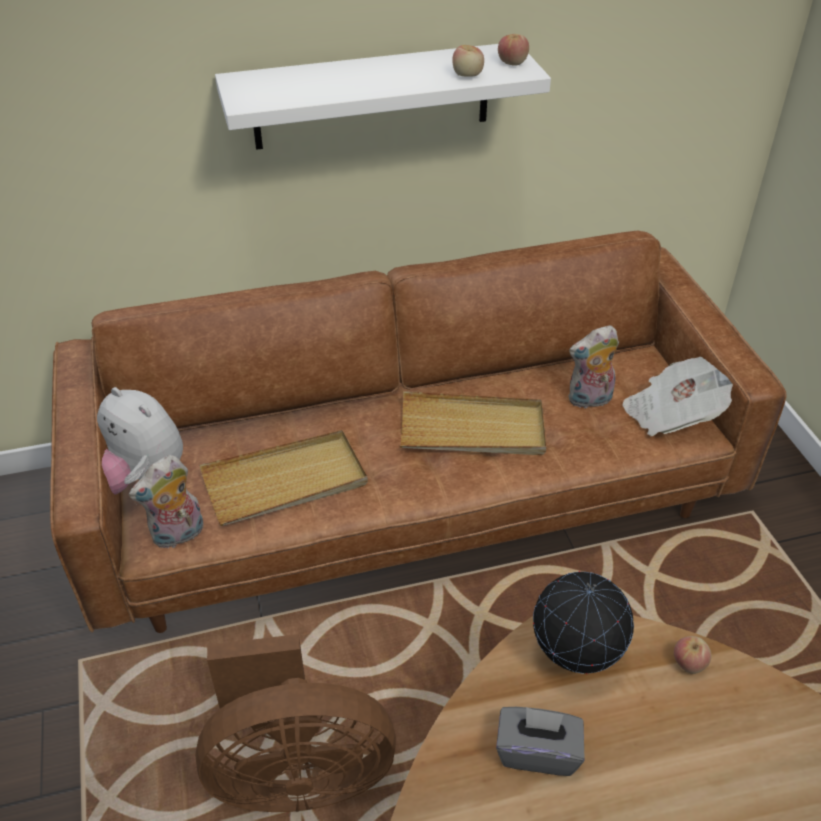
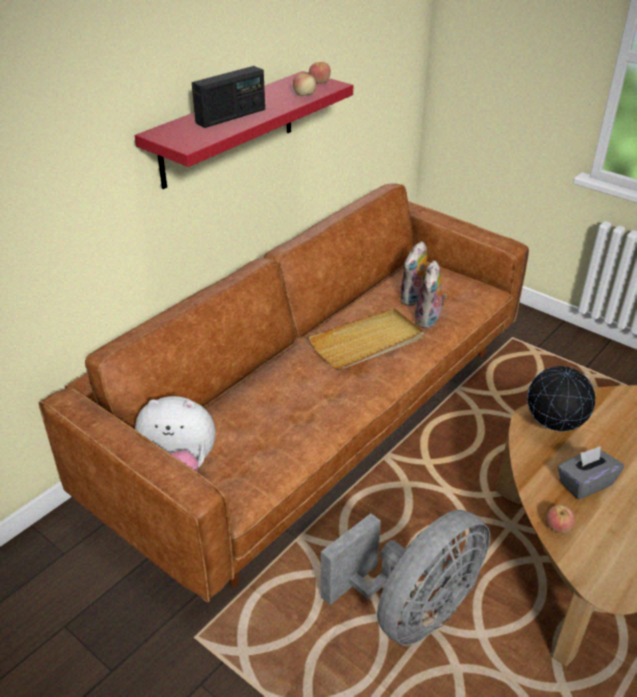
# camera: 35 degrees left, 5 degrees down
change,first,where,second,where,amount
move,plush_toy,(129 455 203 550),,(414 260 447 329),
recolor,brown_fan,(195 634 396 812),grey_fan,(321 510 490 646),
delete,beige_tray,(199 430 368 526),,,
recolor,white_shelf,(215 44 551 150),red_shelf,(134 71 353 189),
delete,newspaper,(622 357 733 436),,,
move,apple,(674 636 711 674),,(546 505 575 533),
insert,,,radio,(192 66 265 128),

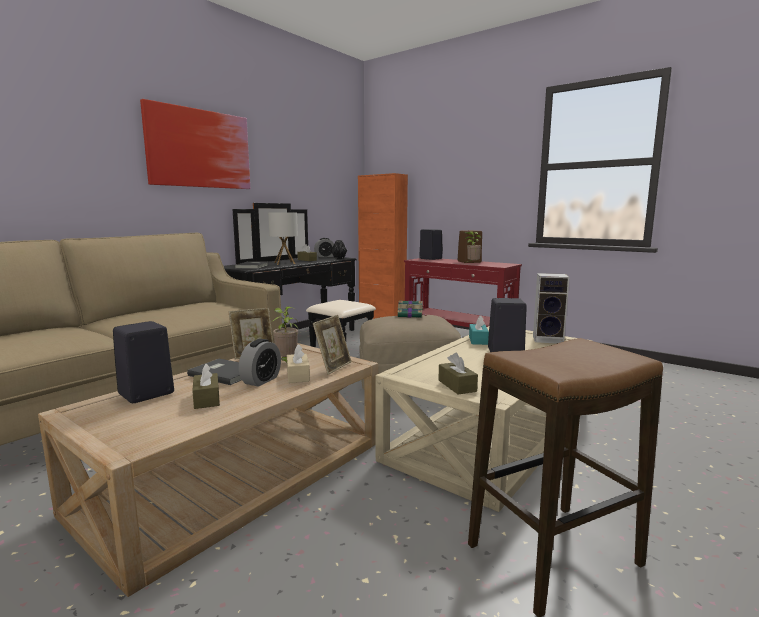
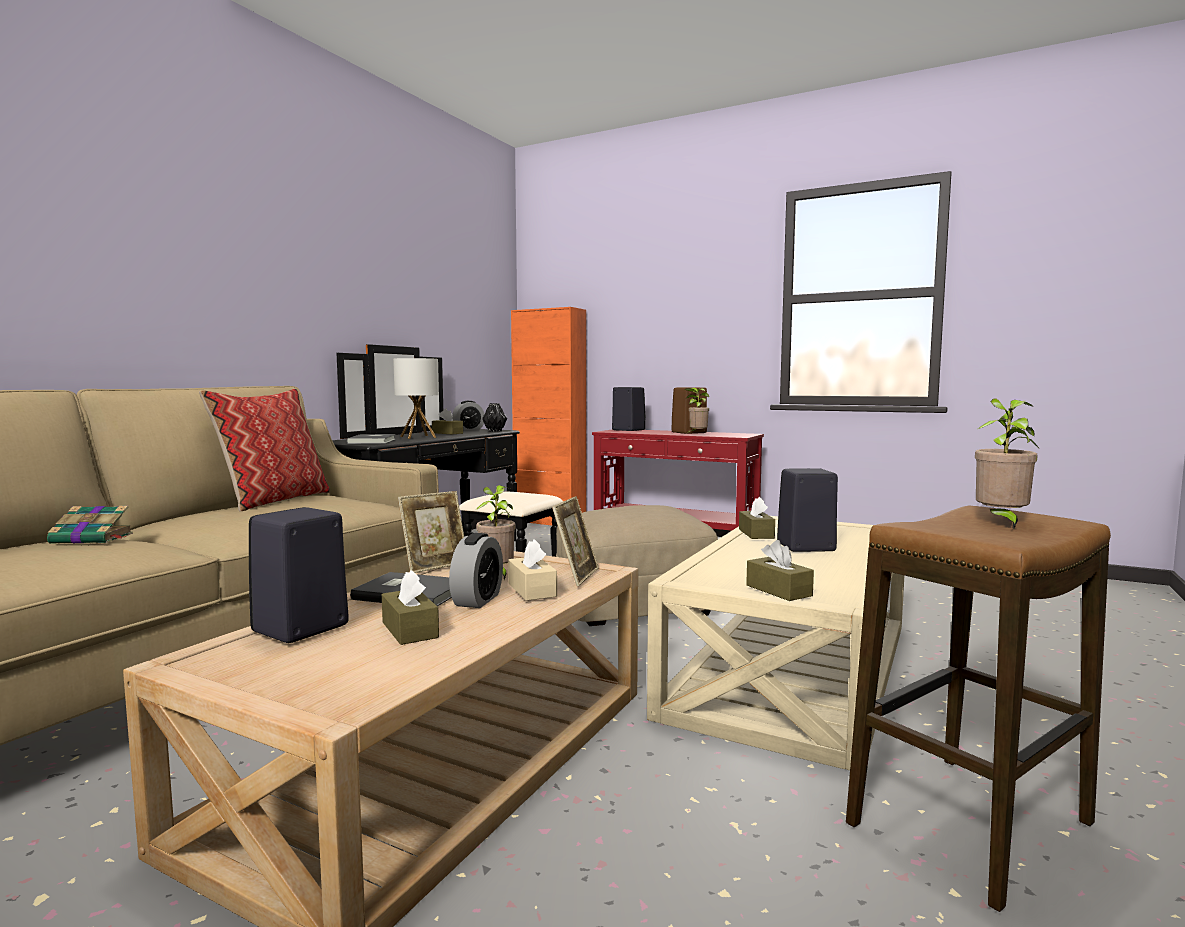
# camera: 10 degrees left, 5 degrees down
change,first,where,second,where,amount
delete,picture,(140 99 250 189),,,
move,book,(397 301 426 318),,(47 506 133 544),
recolor,turquoise_tissue_box,(469 315 489 345),brown_tissue_box,(739 497 775 539),
delete,speaker,(533 273 569 344),,,
insert,,,pillow,(199 388 330 512),
insert,,,potted_plant,(975 398 1041 529),

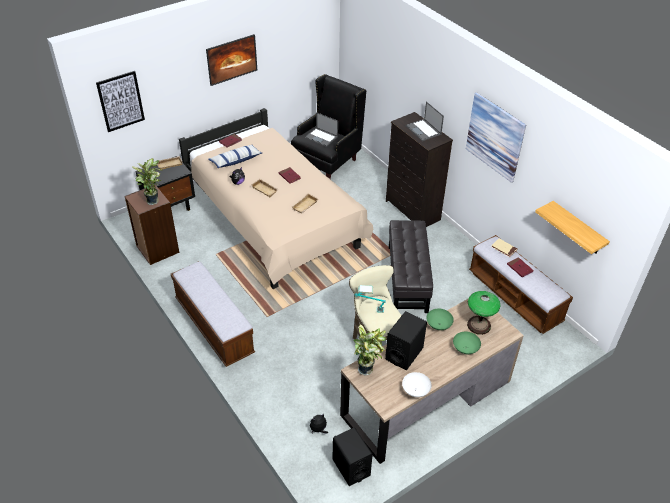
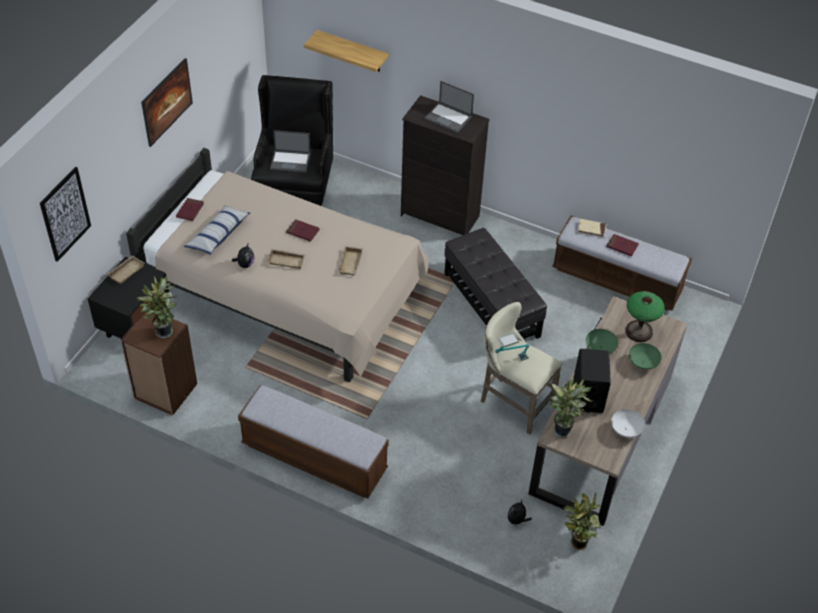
# camera: 30 degrees left, 5 degrees up
change,first,where,second,where,amount
replace,black_speaker,(332 427 373 486),potted_plant,(563 492 602 550),
delete,picture,(466 92 526 183),,,
move,shelf,(535 201 610 254),,(304 30 389 72),

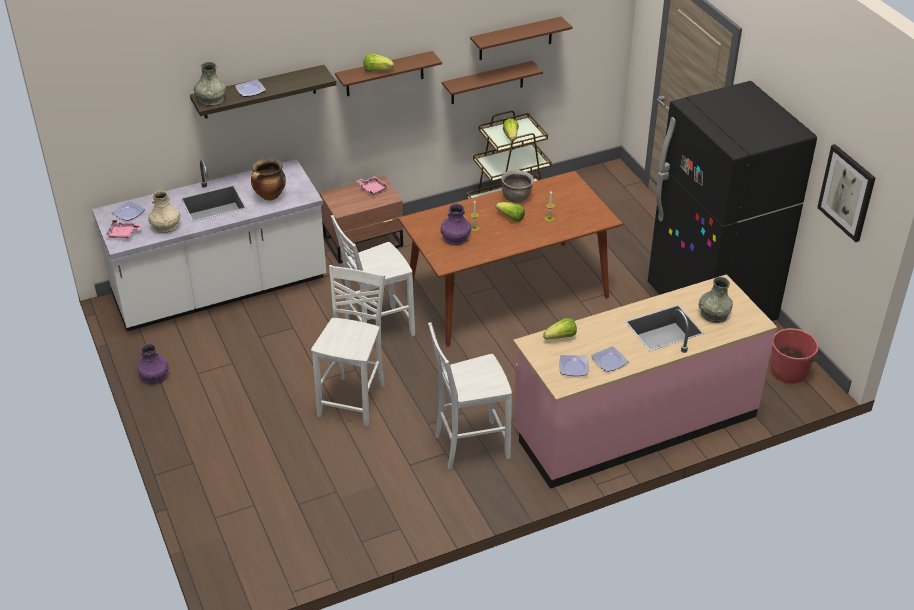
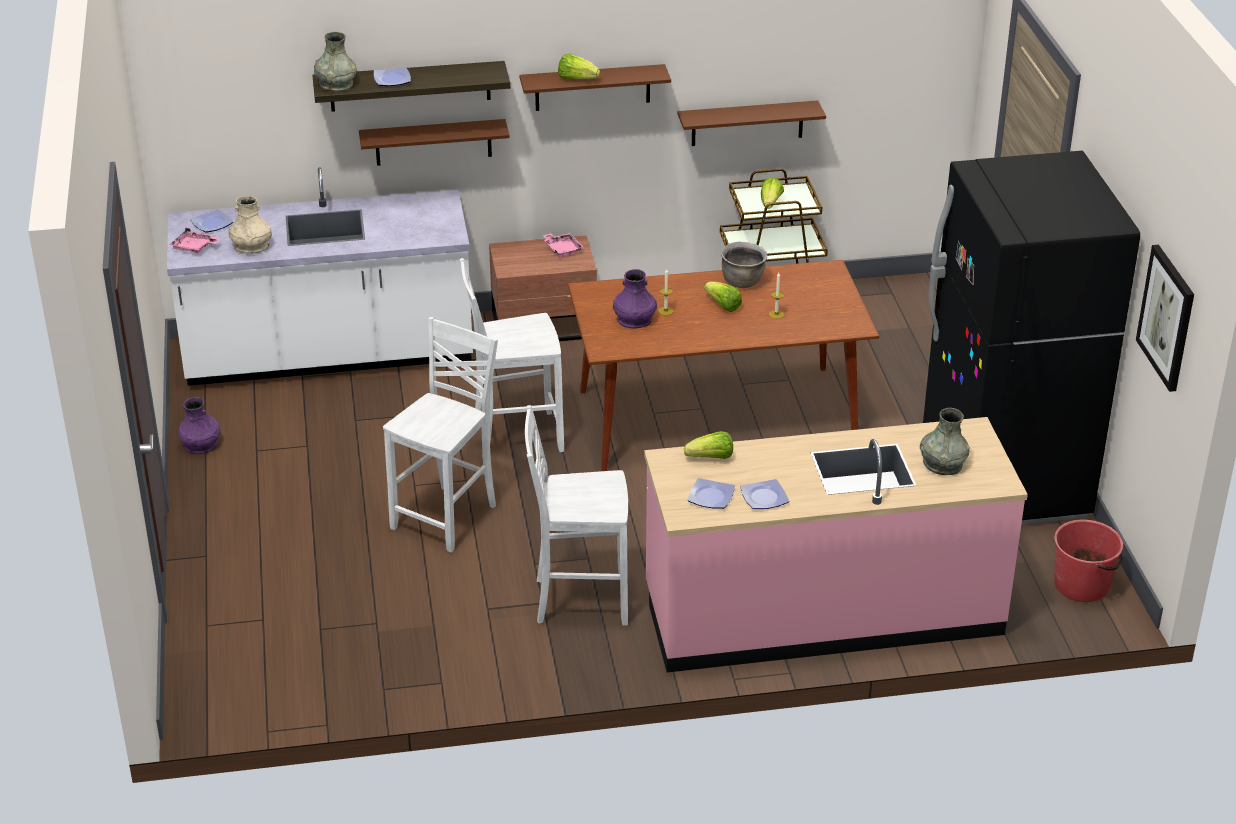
# camera: 15 degrees right, 5 degrees down
change,first,where,second,where,amount
delete,cooking_pot,(251 158 286 201),,,
move,brown_shelf,(470 16 572 60),,(359 119 510 166),

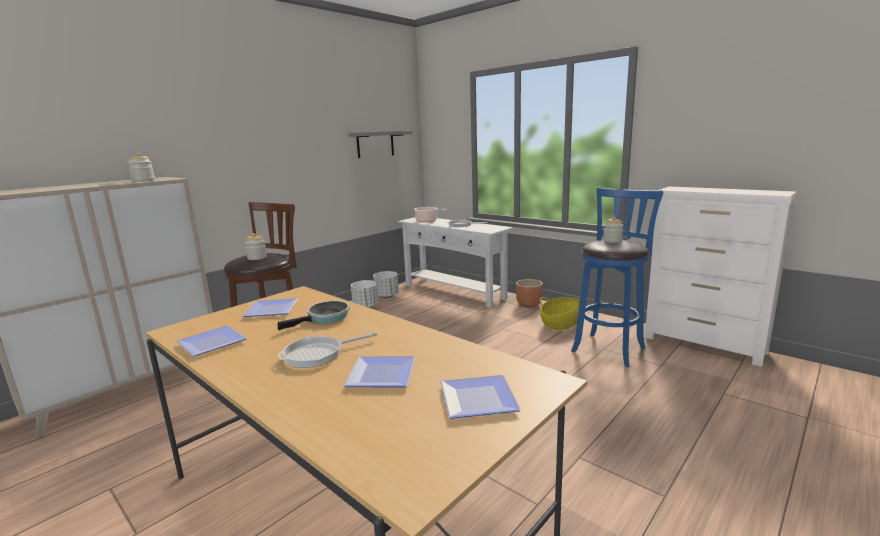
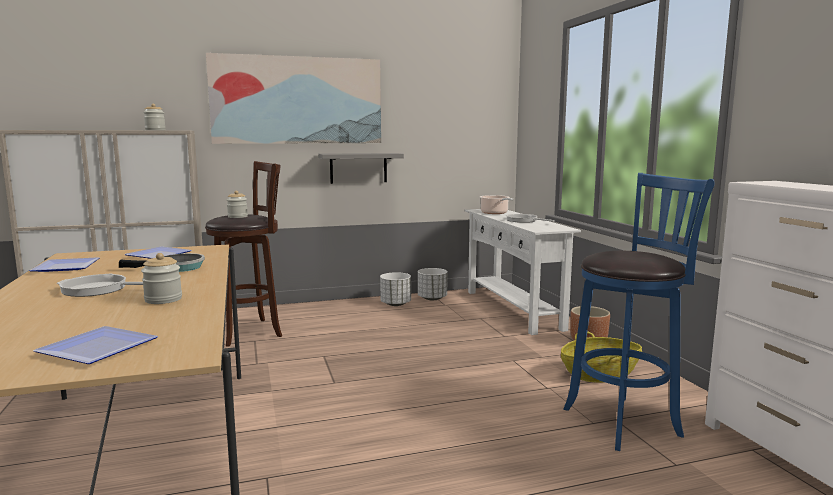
# camera: 30 degrees right, 5 degrees down
change,first,where,second,where,amount
delete,plate,(344 356 415 387),,,
move,grey_shelf,(349 131 413 158),,(318 153 404 184),
move,jar,(603 217 623 243),,(141 253 182 304),
insert,,,picture,(206 53 381 144),

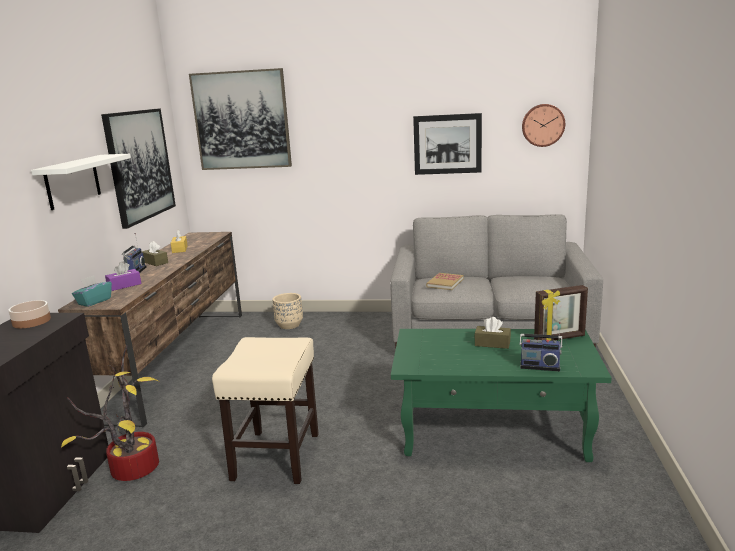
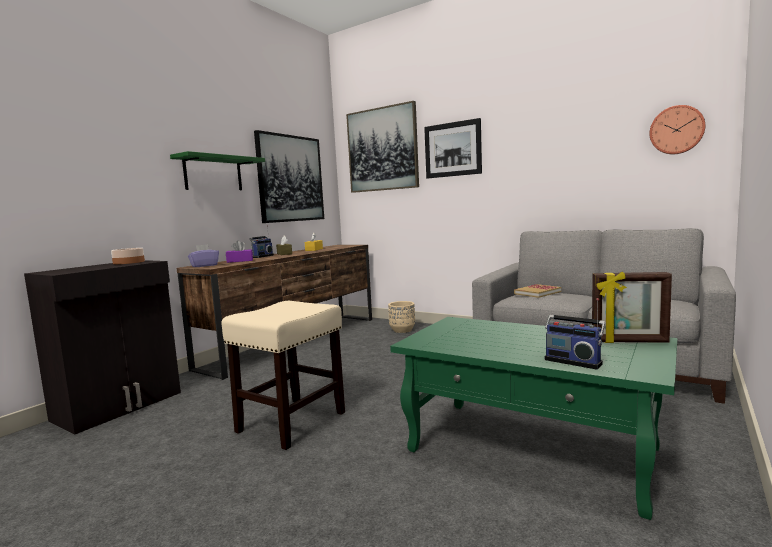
# camera: 25 degrees right, 10 degrees down
change,first,where,second,where,amount
recolor,white_shelf,(31 154 131 210),green_shelf,(170 151 265 190),
delete,potted_plant,(61 345 159 481),,,
recolor,turquoise_tissue_box,(72 275 112 307),purple_tissue_box,(188 244 219 267),
move,picture,(413 113 482 175),,(424 118 482 179),
delete,brown_tissue_box,(474 317 511 349),,,

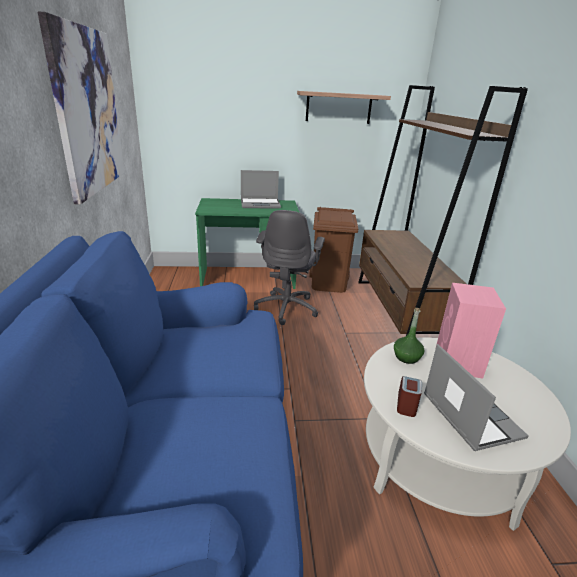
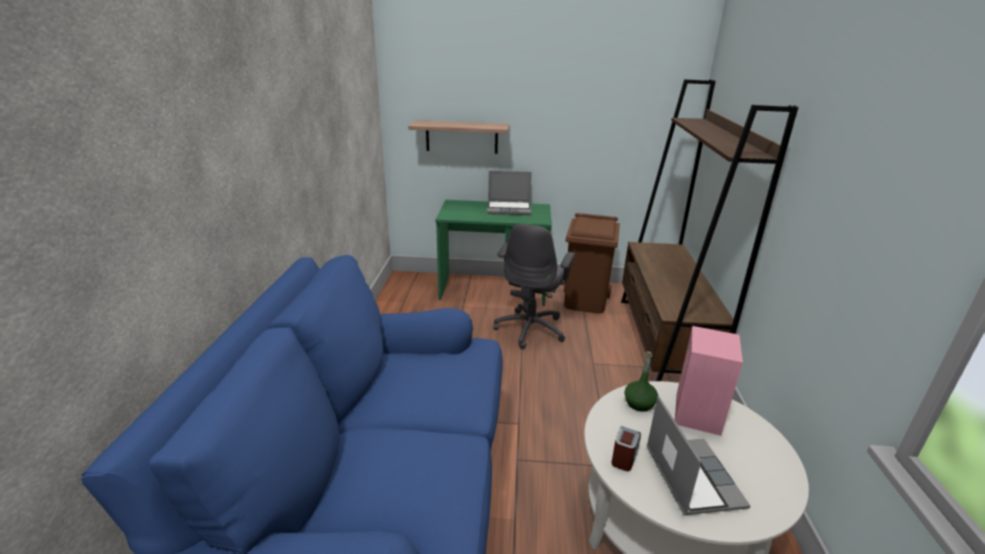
# camera: 10 degrees right, 0 degrees up
change,first,where,second,where,amount
delete,picture,(38 11 125 204),,,
move,shelf,(297 91 391 124),,(408 120 509 154),

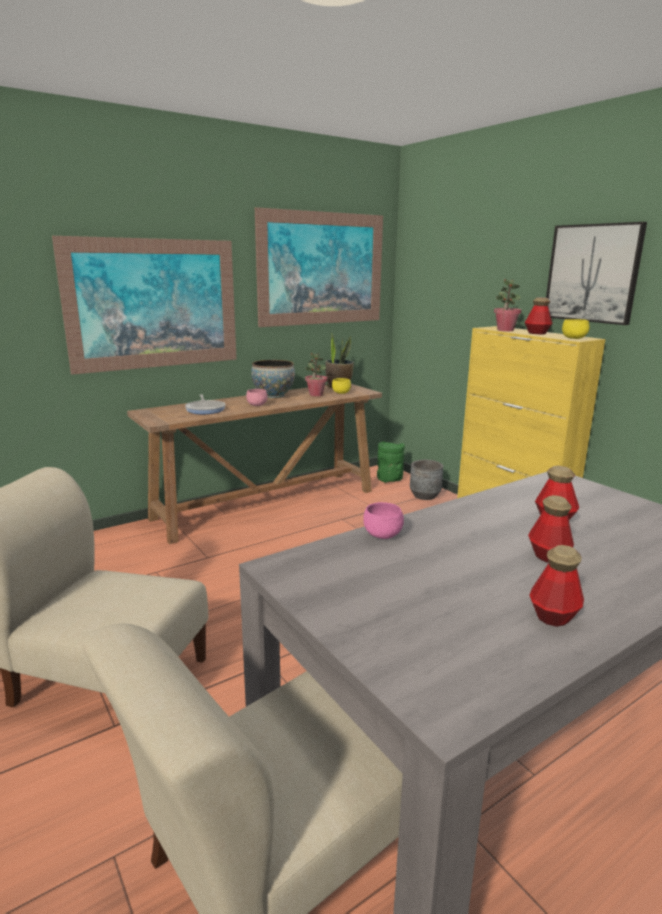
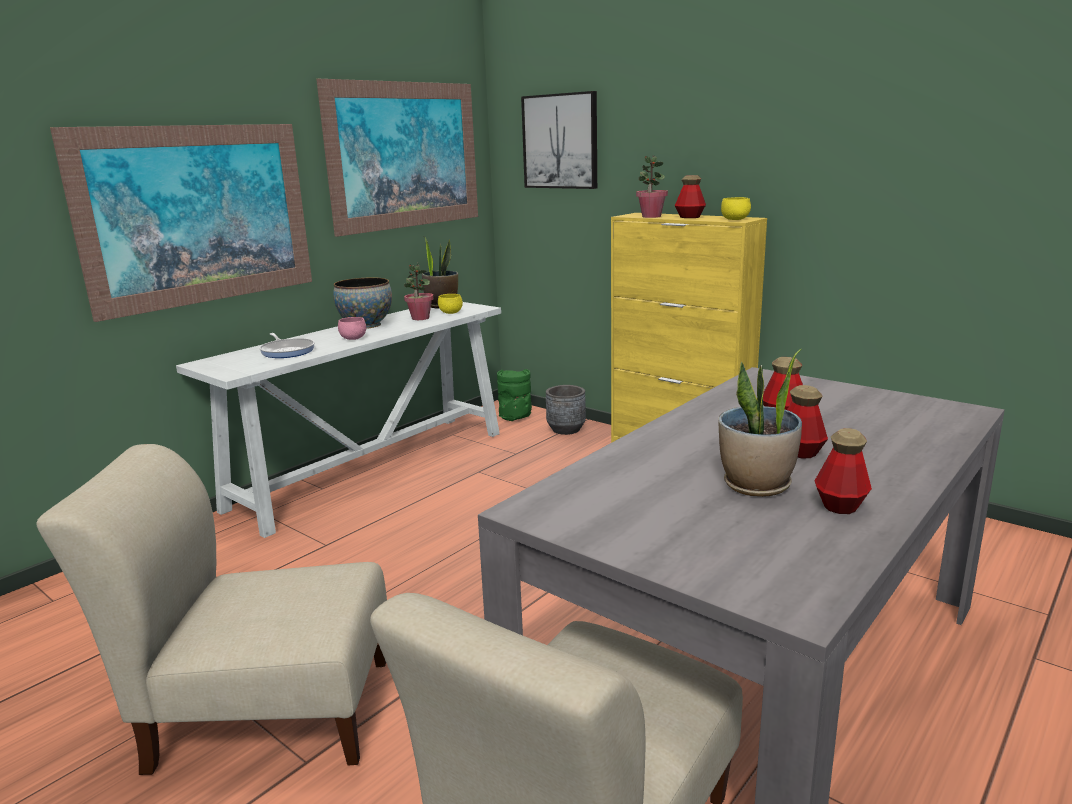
# camera: 15 degrees left, 0 degrees up
change,first,where,second,where,amount
recolor,brown_console_table,(127 384 382 544),white_console_table,(176 302 501 538),
delete,pink_bowl,(363 502 404 539),,,
move,picture,(546 222 647 325),,(521 91 597 189),
insert,,,potted_plant,(718 349 802 497),

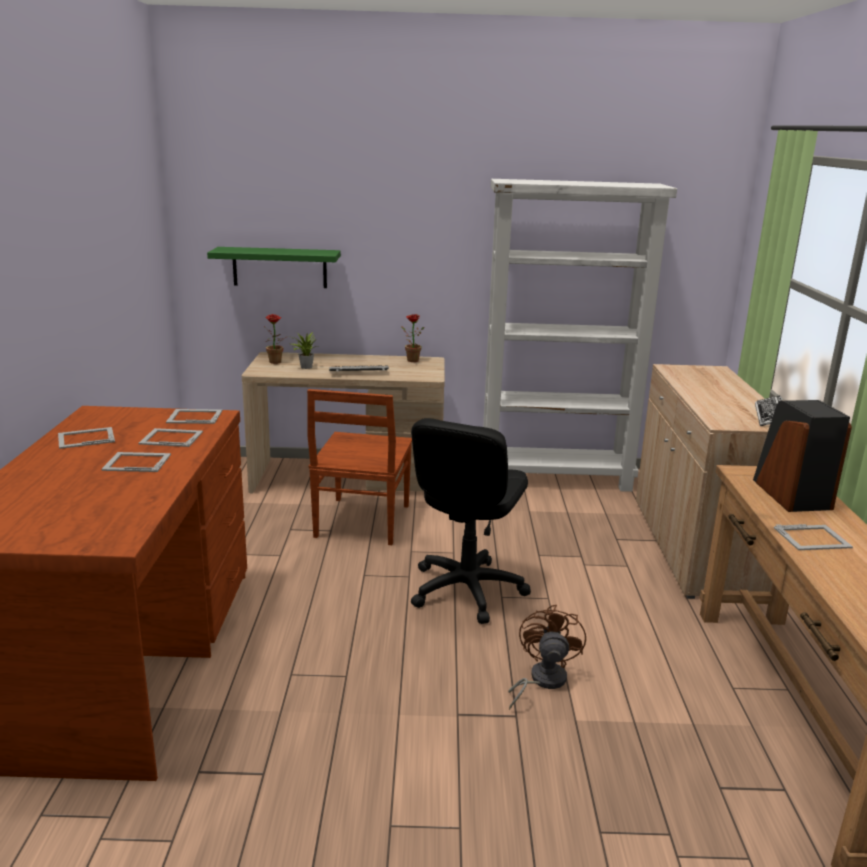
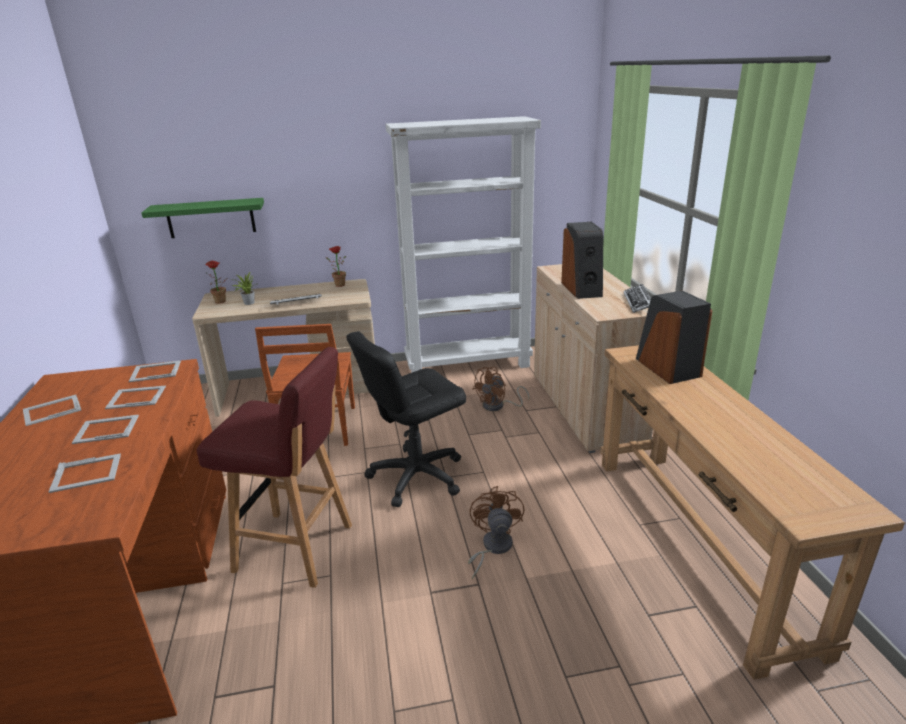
# camera: 10 degrees left, 5 degrees up
change,first,where,second,where,amount
rotate,black_office_chair,(411 418 531 624),,(346 331 466 507),45 degrees clockwise
move,picture_frame,(774 524 853 550),,(49 453 121 493),
insert,,,red_stool,(197 347 352 588),
insert,,,brown_fan,(472 367 529 411),
insert,,,speaker,(561 222 603 299),

